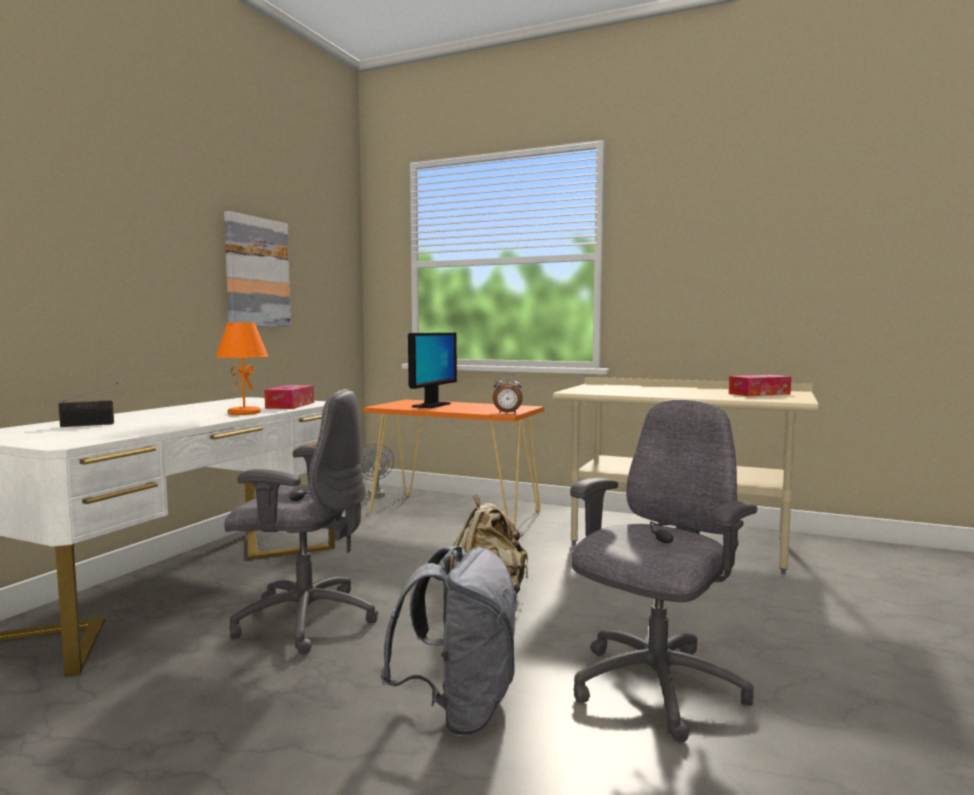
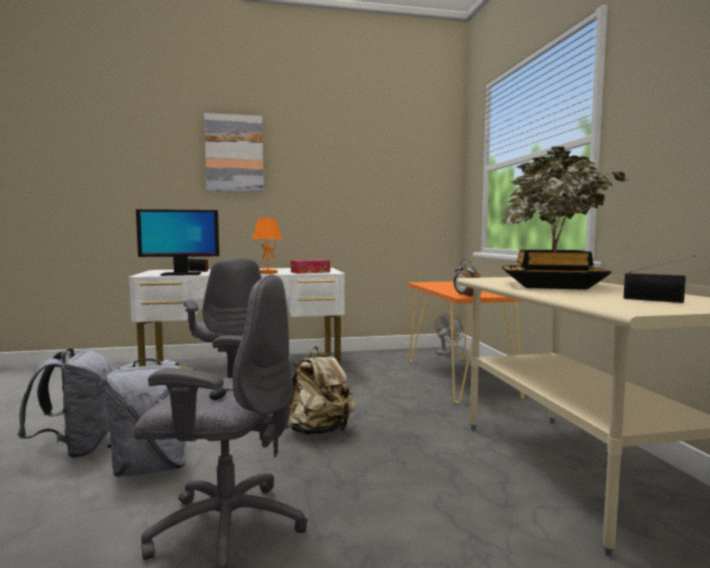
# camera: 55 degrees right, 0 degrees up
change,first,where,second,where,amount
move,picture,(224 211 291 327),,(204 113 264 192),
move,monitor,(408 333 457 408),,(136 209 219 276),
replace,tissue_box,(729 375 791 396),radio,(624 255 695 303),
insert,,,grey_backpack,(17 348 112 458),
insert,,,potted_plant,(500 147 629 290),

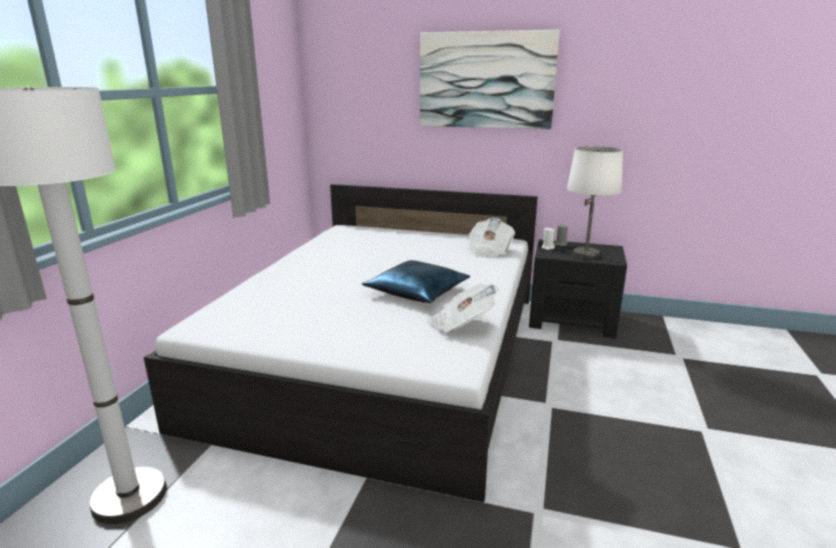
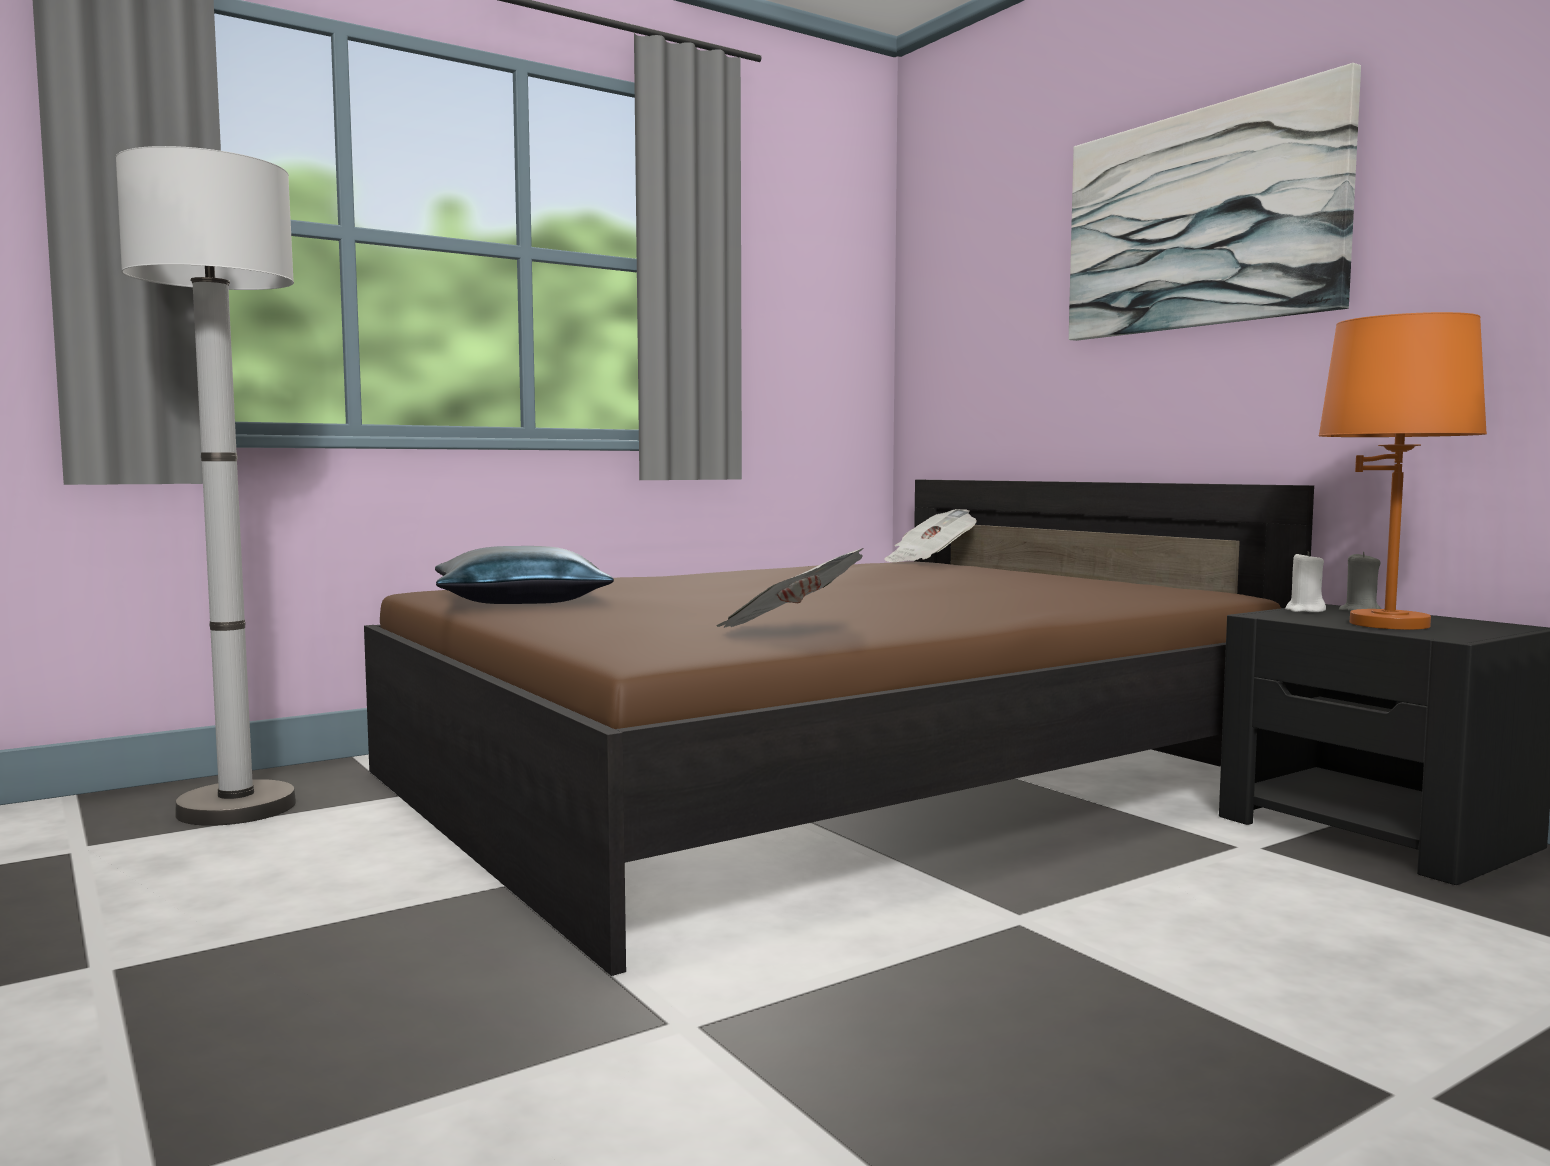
# camera: 40 degrees right, 15 degrees down
change,first,where,second,where,amount
recolor,white_bed,(144 184 538 502),brown_bed,(364 480 1314 976),
move,blue_pillow,(362 260 470 303),,(435 546 614 604),
move,newspaper,(468 218 515 257),,(884 509 977 562),
recolor,white_table_lamp,(567 146 623 259),orange_table_lamp,(1318 312 1487 630),

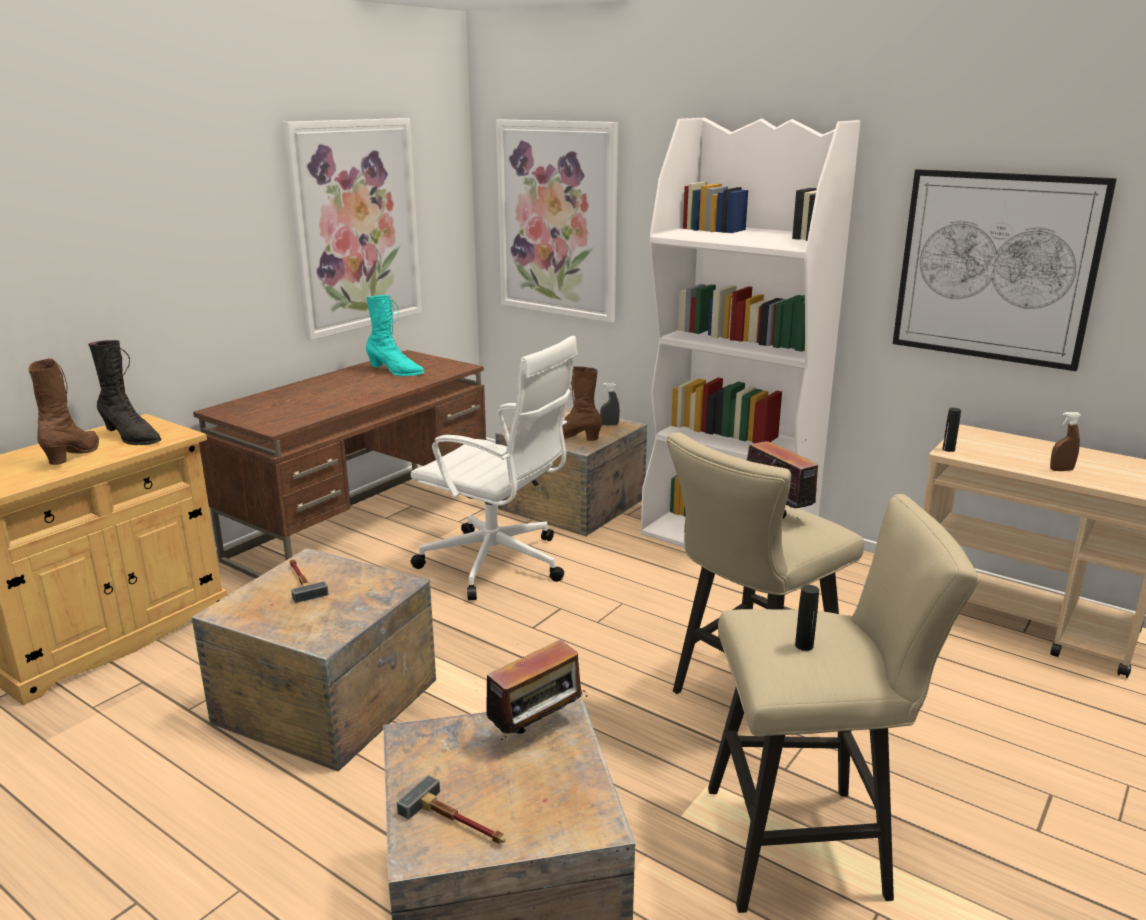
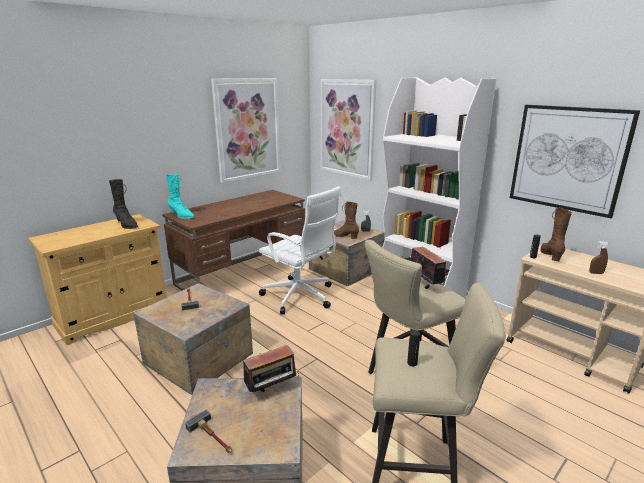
# camera: 10 degrees right, 0 degrees up
change,first,where,second,where,amount
move,brown_boot,(28 358 99 465),,(540 207 572 261),
move,turquoise_boot,(366 295 424 376),,(166 174 195 219),

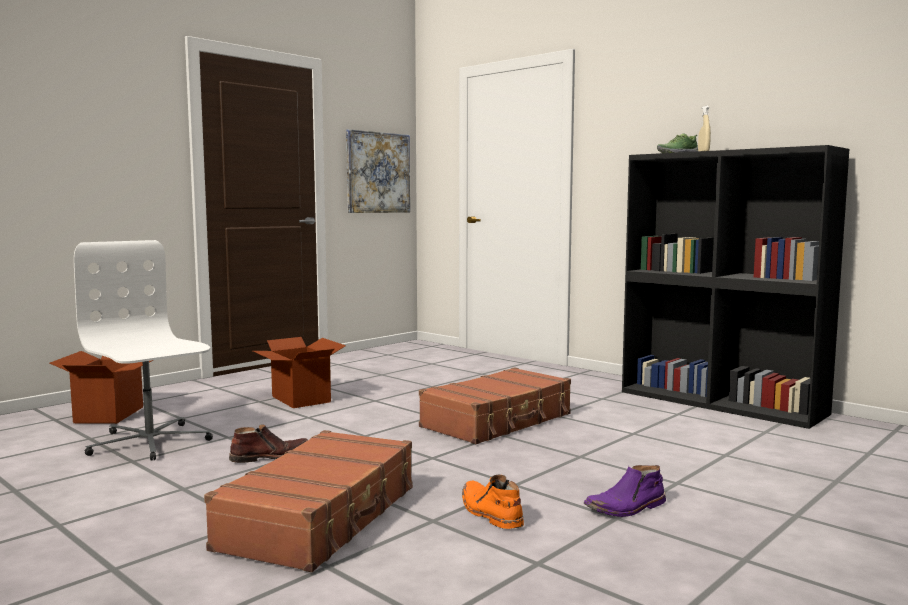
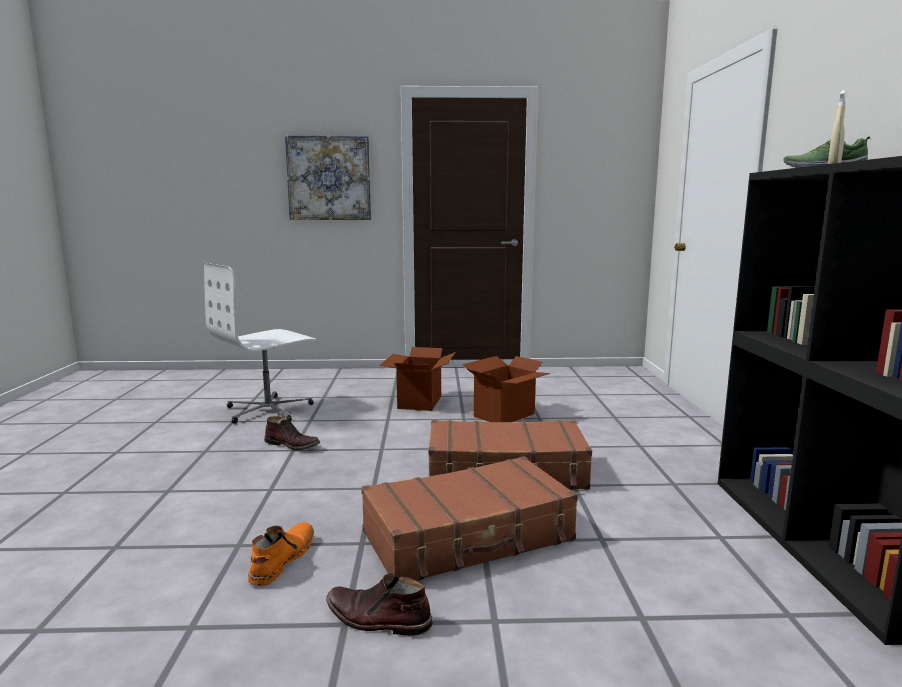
# camera: 45 degrees right, 5 degrees up
change,first,where,second,where,amount
move,cardboard_box,(49 351 154 424),,(462 356 550 422),
rotate,white_office_chair,(74 240 213 461),,(204 263 316 423),135 degrees counterclockwise
move,brown_suitcase,(204 430 413 572),,(361 456 578 581),
move,picture,(346 129 410 213),,(285 135 371 220),
recolor,purple_boot,(584 465 666 517),brown_boot,(326 573 433 636),

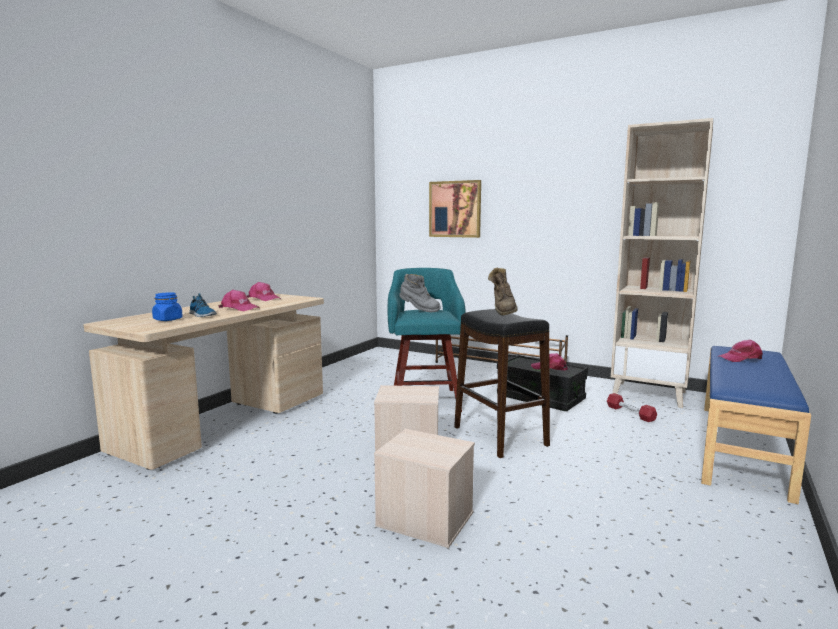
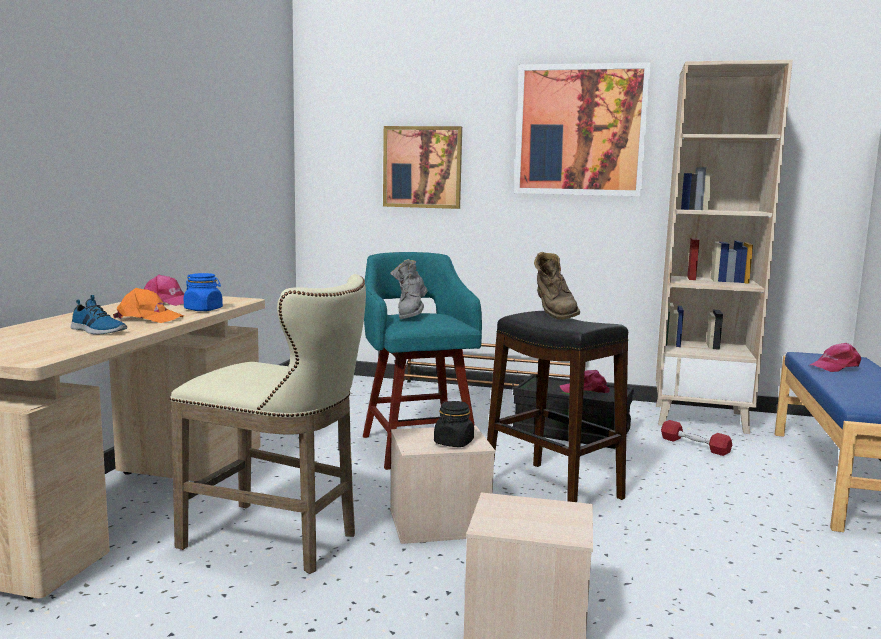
# camera: 15 degrees left, 0 degrees up
change,first,where,second,where,amount
move,blue_jar,(152 292 183 321),,(184 273 223 311),
recolor,pink_cap,(218 290 259 311),orange_cap,(113 288 184 323),
rotate,grey_boot,(399 274 441 312),,(390 259 428 319),90 degrees clockwise
insert,,,beige_stool,(170 274 366 574),
insert,,,black_jar,(434 401 474 447),
insert,,,picture,(514 62 651 196),

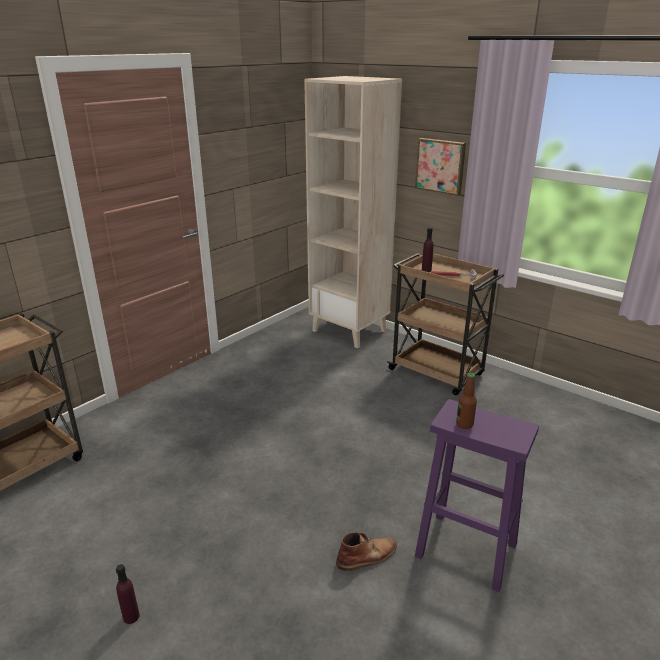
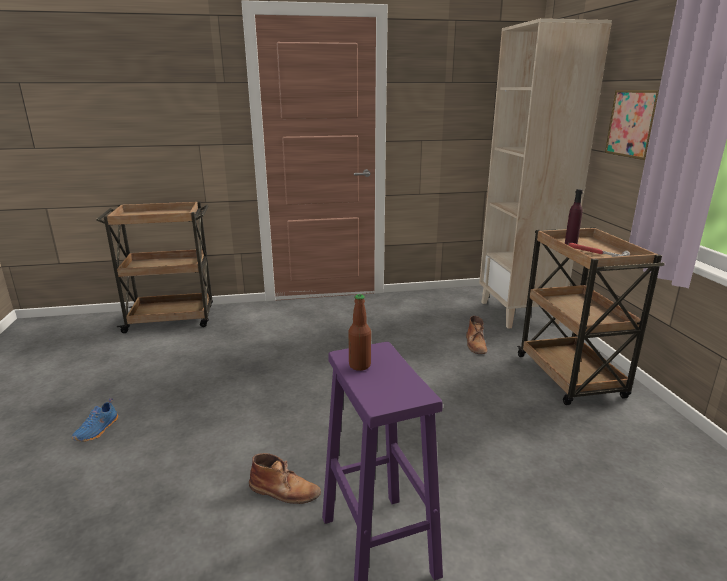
# camera: 40 degrees right, 5 degrees down
change,first,where,second,where,amount
replace,purple_bottle,(116 564 140 624),blue_shoe,(72 398 118 442),
insert,,,brown_boot,(466 316 488 354),

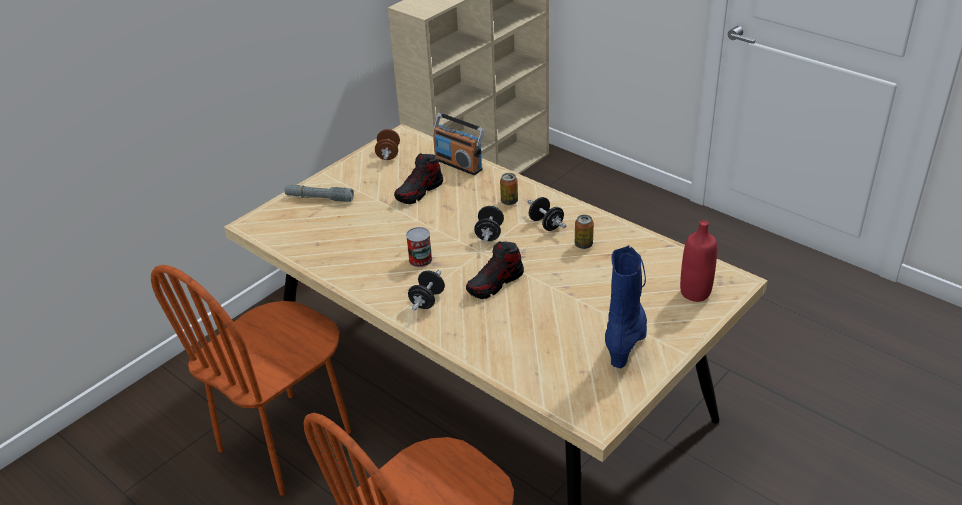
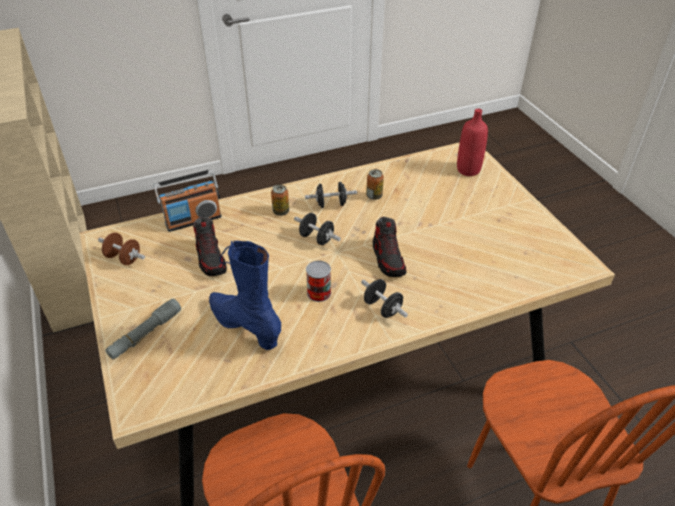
# camera: 65 degrees left, 5 degrees up
change,first,where,second,where,amount
move,blue_boot,(605 245 647 368),,(209 241 281 350),

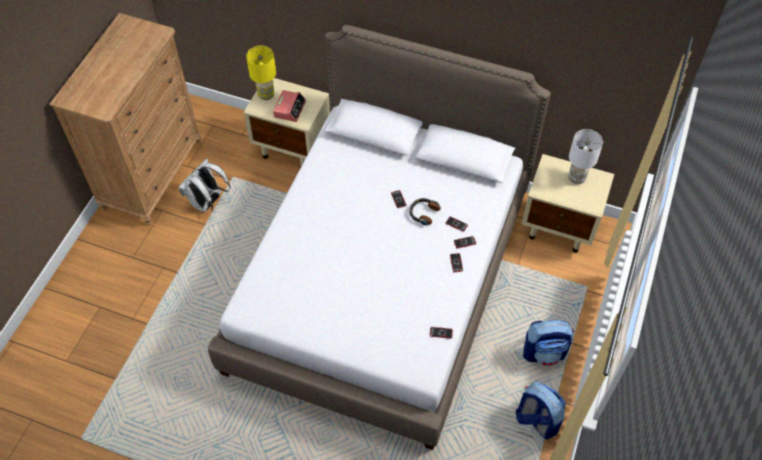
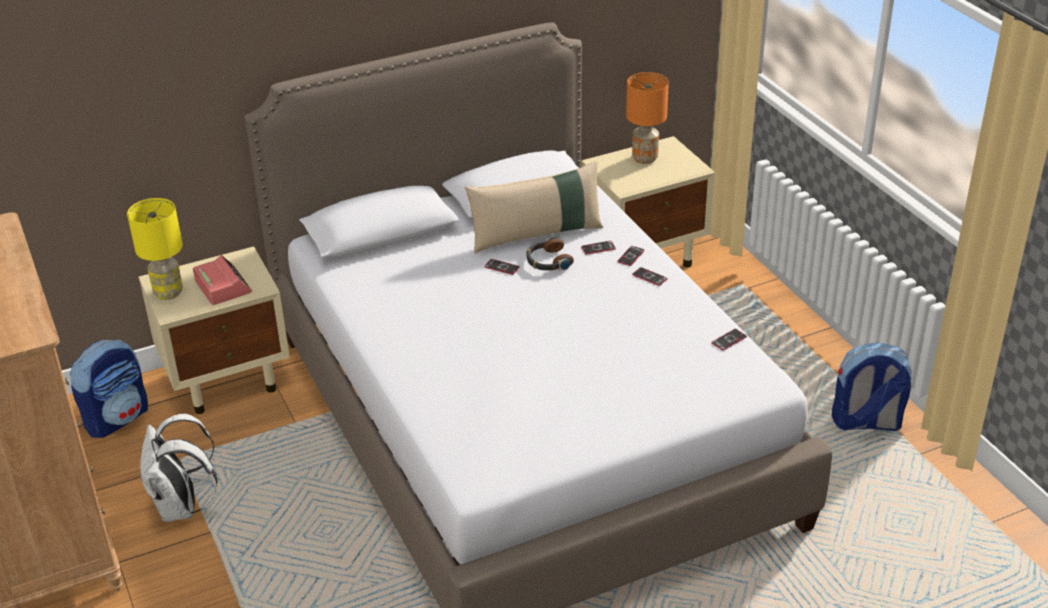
# camera: 45 degrees left, 20 degrees down
change,first,where,second,where,amount
move,backpack,(523 320 574 366),,(70 340 148 438),
recolor,white_table_lamp,(568 129 603 184),orange_table_lamp,(626 72 669 164),
insert,,,beige_pillow,(465 161 603 254),

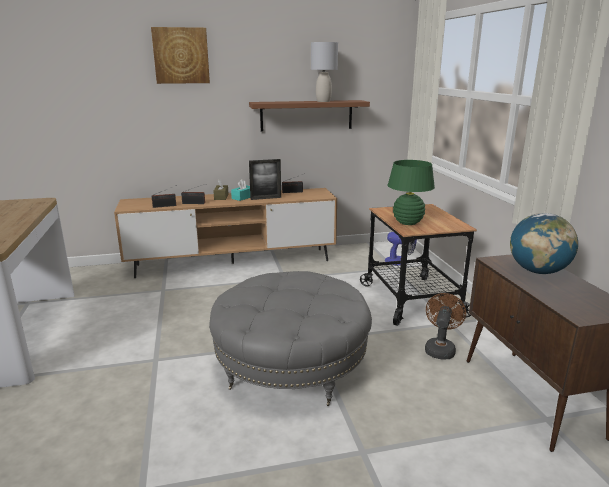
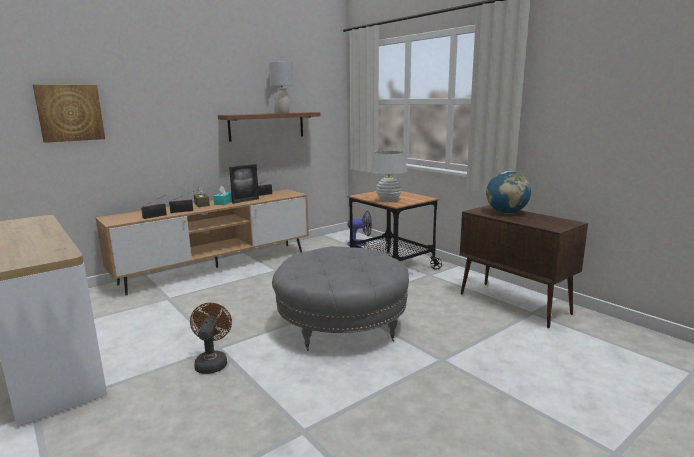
# camera: 25 degrees left, 5 degrees down
change,first,where,second,where,amount
move,picture,(151 27 210 84),,(33 85 105 143),
recolor,green_table_lamp,(388 160 435 225),white_table_lamp,(371 151 407 202),
move,brown_fan,(425 293 466 360),,(190 303 232 374),

